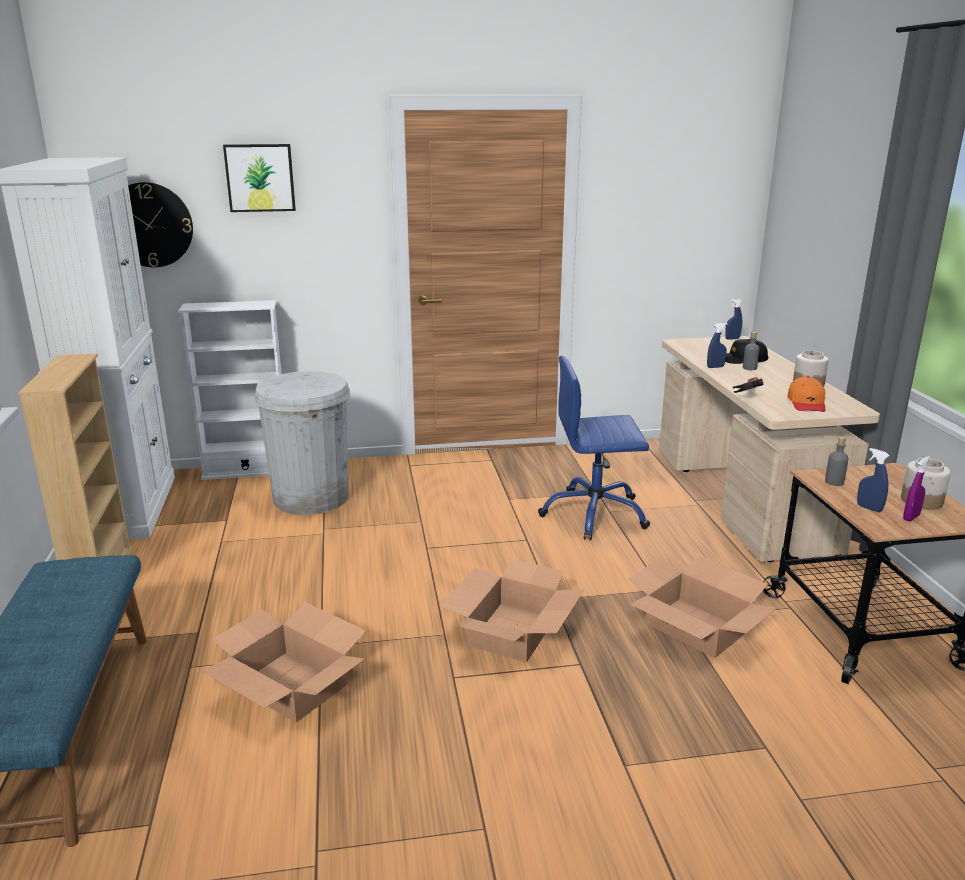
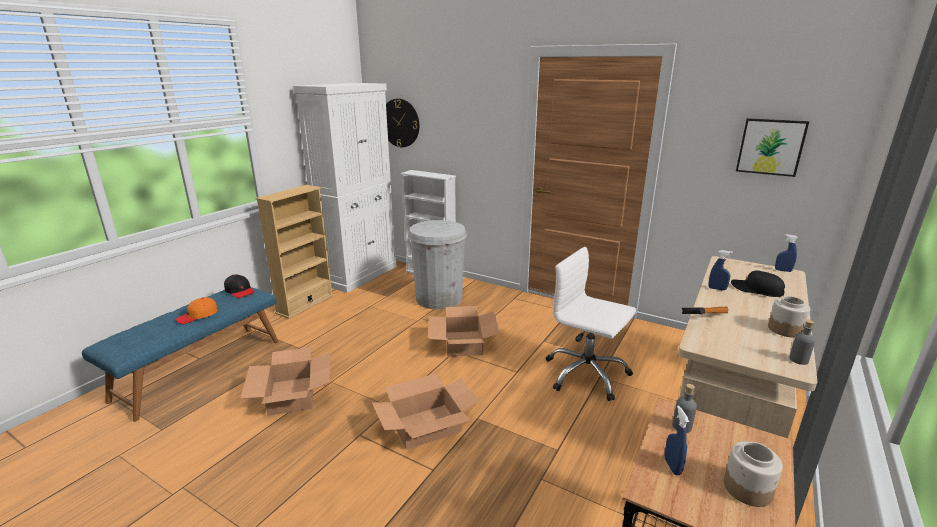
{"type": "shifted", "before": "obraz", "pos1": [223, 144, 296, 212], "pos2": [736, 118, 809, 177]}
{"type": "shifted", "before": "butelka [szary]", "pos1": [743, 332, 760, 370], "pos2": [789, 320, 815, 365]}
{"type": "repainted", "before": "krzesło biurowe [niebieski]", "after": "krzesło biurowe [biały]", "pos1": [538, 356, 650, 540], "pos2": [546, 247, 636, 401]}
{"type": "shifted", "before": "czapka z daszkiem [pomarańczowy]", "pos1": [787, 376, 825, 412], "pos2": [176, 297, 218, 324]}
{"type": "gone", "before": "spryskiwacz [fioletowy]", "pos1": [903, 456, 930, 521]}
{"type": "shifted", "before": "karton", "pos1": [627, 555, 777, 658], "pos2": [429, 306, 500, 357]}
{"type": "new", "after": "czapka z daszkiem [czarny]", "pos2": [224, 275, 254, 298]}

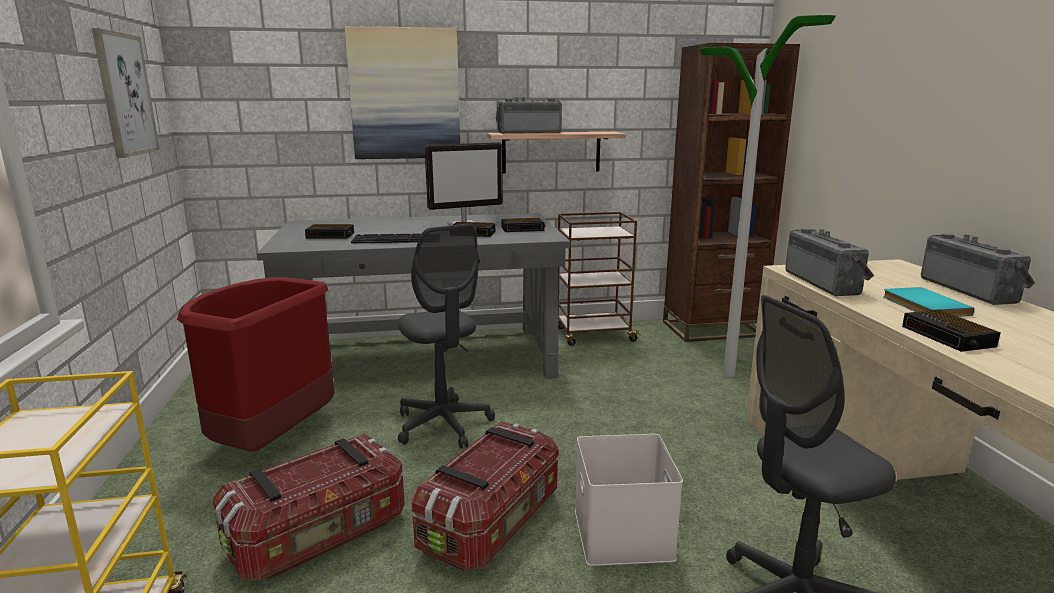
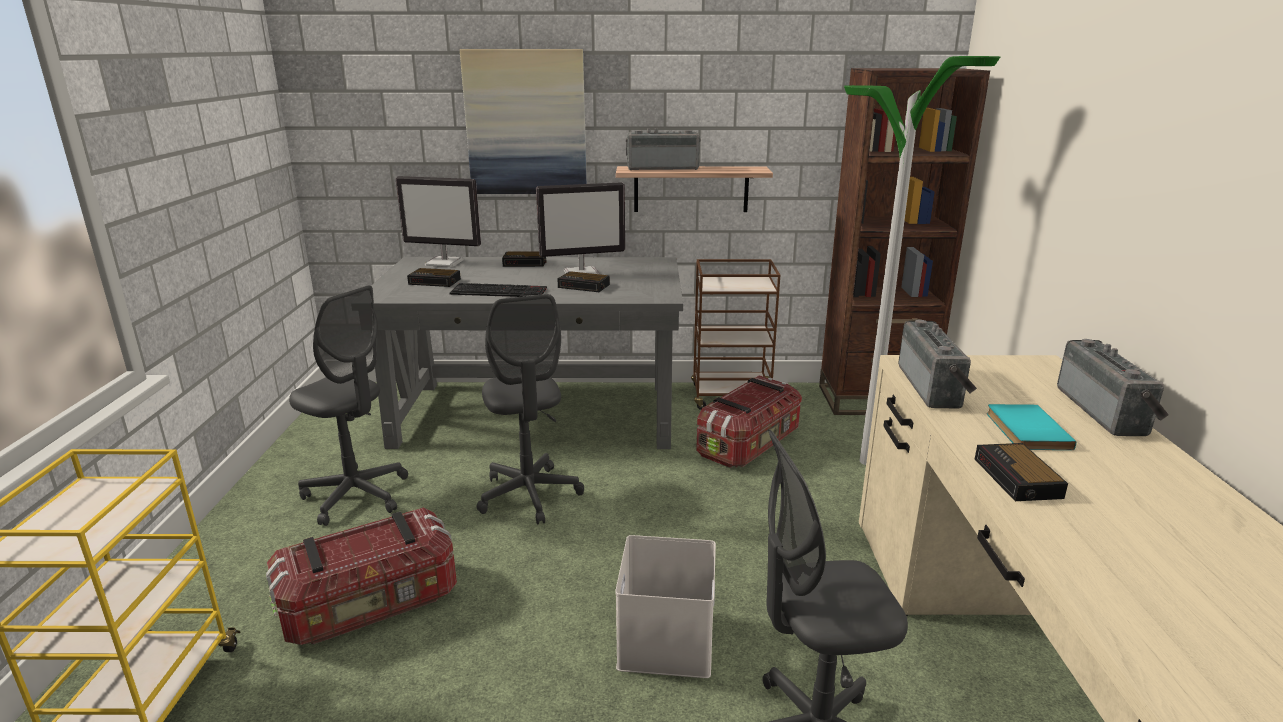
{"type": "gone", "before": "obraz", "pos1": [92, 28, 160, 158]}
{"type": "shifted", "before": "budzik", "pos1": [501, 218, 545, 232], "pos2": [502, 252, 547, 267]}
{"type": "swapped", "before": "kosz na śmieci [czerwony]", "after": "krzesło biurowe [szary]", "pos1": [177, 277, 335, 451], "pos2": [289, 285, 408, 526]}
{"type": "shifted", "before": "pojemnik do przechowywania", "pos1": [412, 421, 559, 571], "pos2": [696, 376, 802, 468]}
{"type": "new", "after": "monitor", "pos2": [396, 176, 481, 267]}

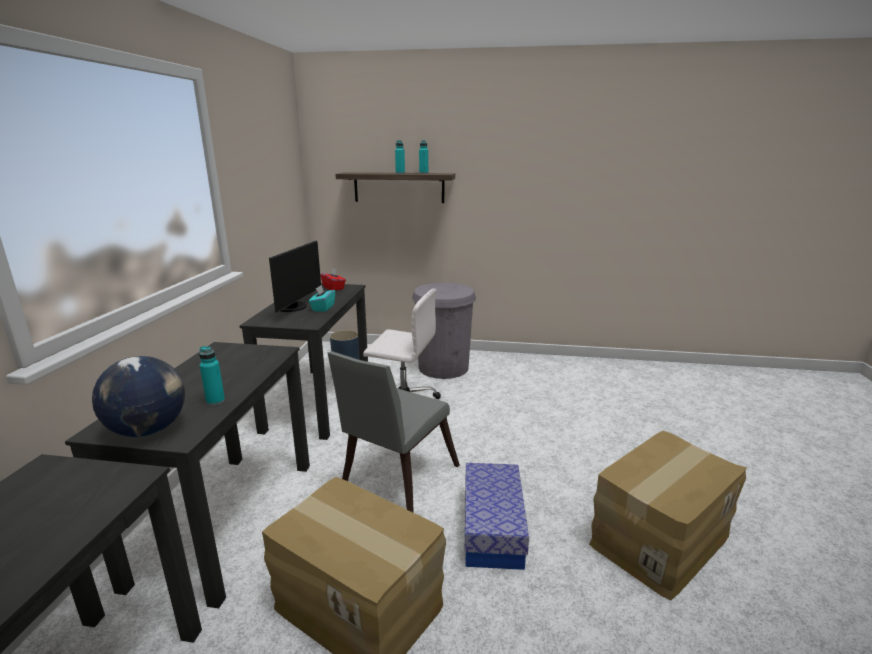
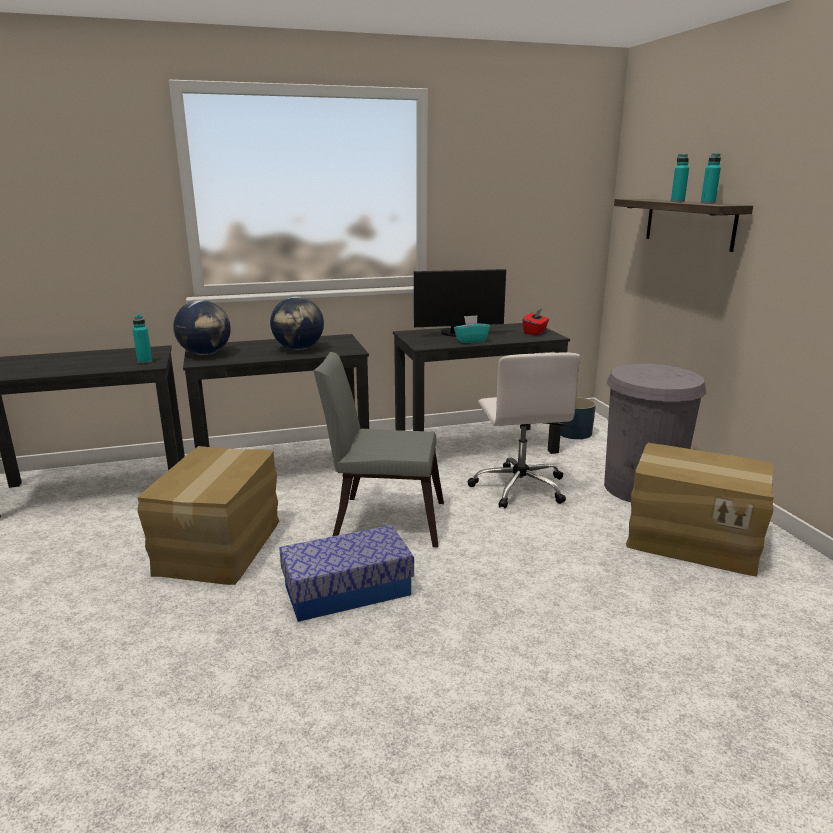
{"type": "shifted", "before": "butelka [turkusowy]", "pos1": [199, 346, 225, 406], "pos2": [133, 314, 152, 363]}
{"type": "shifted", "before": "karton", "pos1": [589, 431, 747, 600], "pos2": [626, 443, 774, 577]}
{"type": "new", "after": "globus", "pos2": [270, 296, 324, 350]}

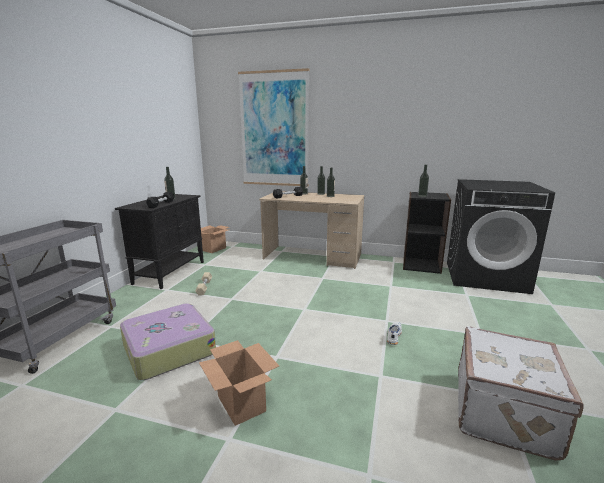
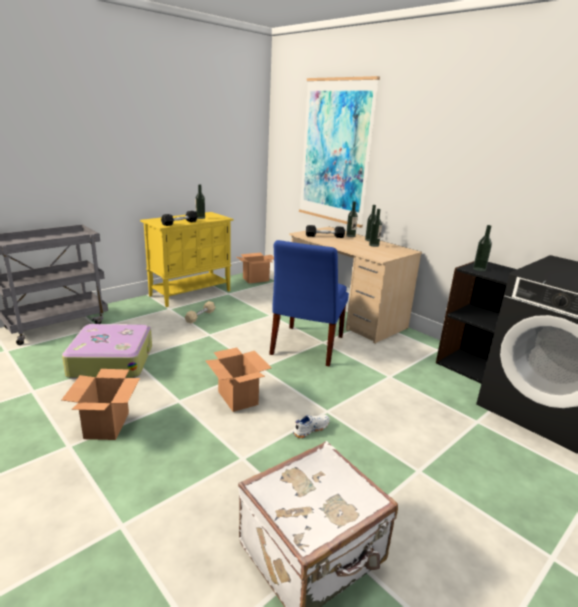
{"type": "repainted", "before": "szafka [czarny]", "after": "szafka [żółty]", "pos1": [115, 194, 204, 289], "pos2": [140, 212, 233, 307]}
{"type": "new", "after": "krzesło [niebieski]", "pos2": [269, 240, 349, 366]}
{"type": "new", "after": "karton", "pos2": [205, 347, 271, 412]}

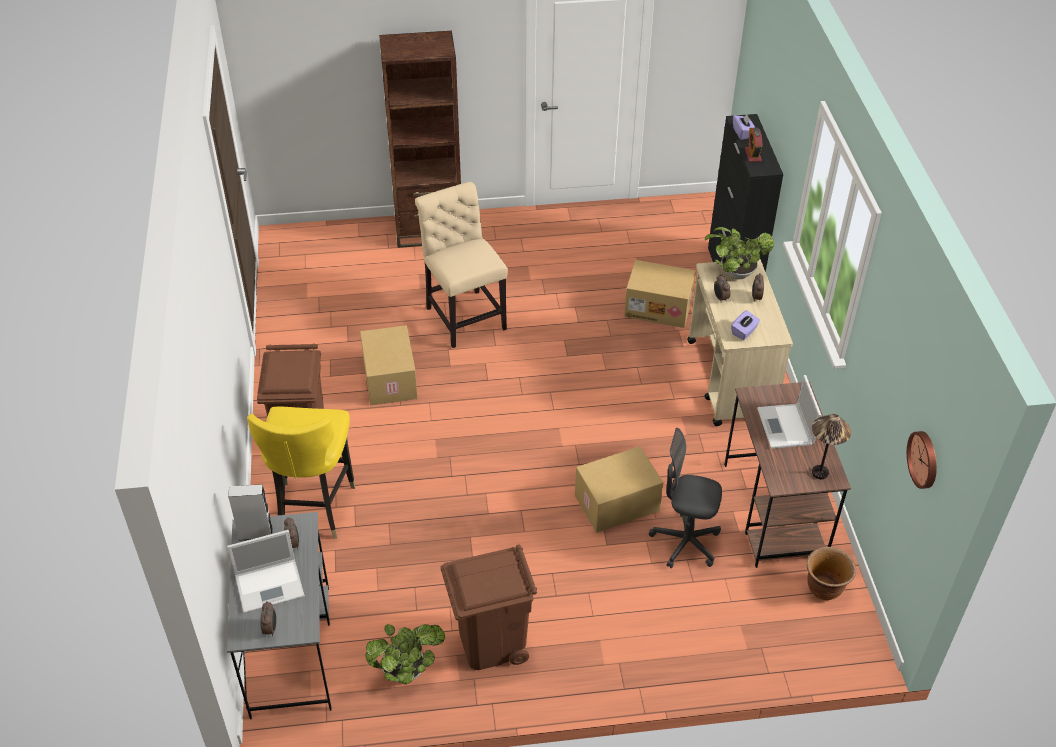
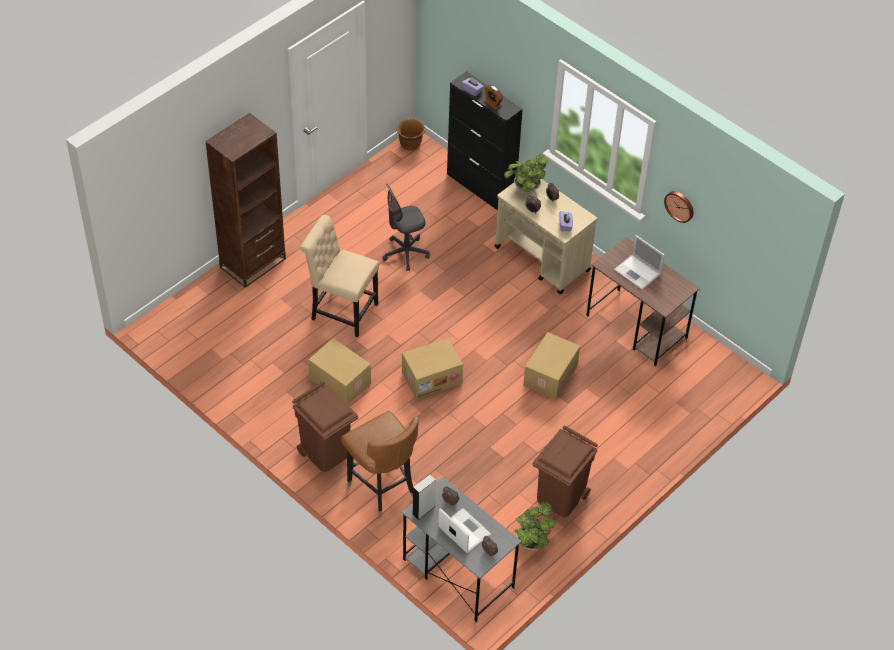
{"type": "shifted", "before": "karton", "pos1": [624, 260, 696, 328], "pos2": [402, 338, 463, 399]}
{"type": "repainted", "before": "krzesło [żółty]", "after": "krzesło [brązowy]", "pos1": [247, 406, 355, 539], "pos2": [341, 411, 419, 518]}
{"type": "gone", "before": "lampa stołowa", "pos1": [812, 414, 851, 479]}
{"type": "shifted", "before": "krzesło biurowe [szary]", "pos1": [649, 428, 722, 568], "pos2": [382, 184, 430, 271]}
{"type": "shifted", "before": "zegar ścienny", "pos1": [907, 431, 937, 489], "pos2": [664, 191, 694, 223]}
{"type": "rotated", "before": "laptop", "pos1": [227, 530, 305, 613], "pos2": [438, 508, 491, 553], "turn": -75}
{"type": "shifted", "before": "donica [brązowy]", "pos1": [806, 547, 856, 600], "pos2": [396, 118, 426, 151]}

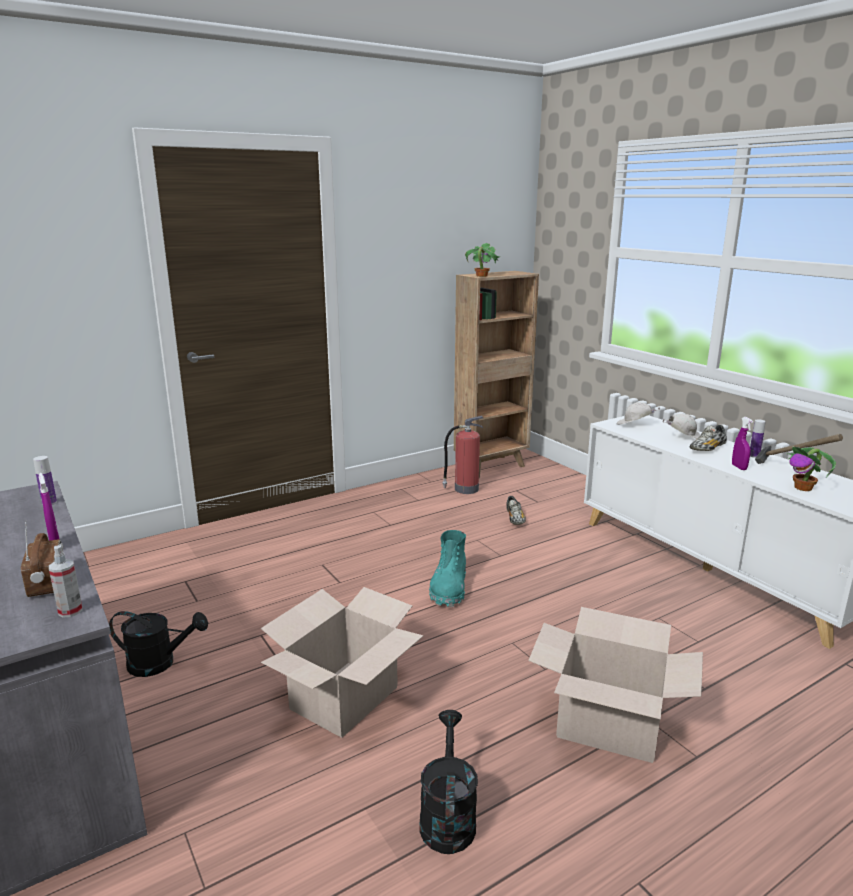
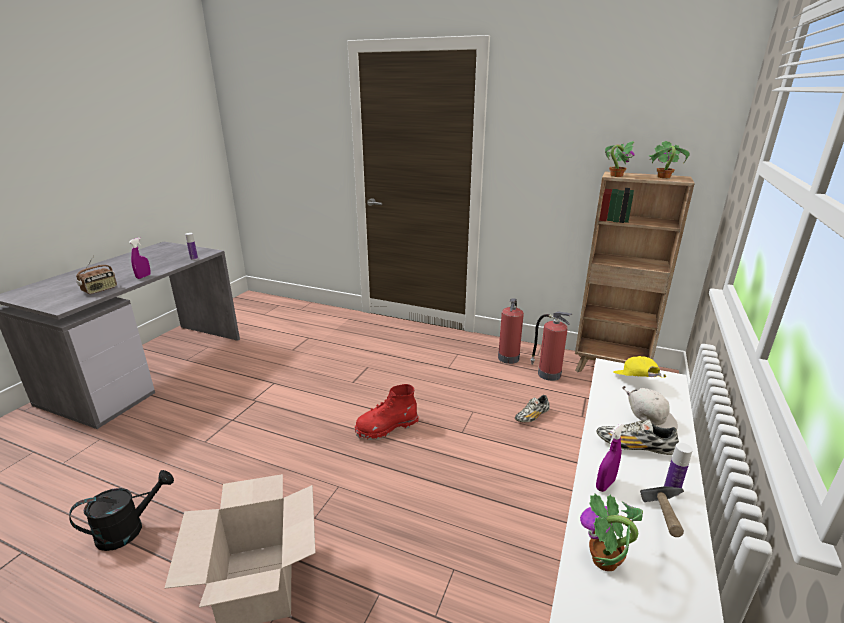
{"type": "repainted", "before": "czapka z daszkiem [biały]", "after": "czapka z daszkiem [żółty]", "pos1": [617, 402, 660, 425], "pos2": [613, 356, 666, 378]}
{"type": "repainted", "before": "but z cholewką [turkusowy]", "after": "but z cholewką [czerwony]", "pos1": [429, 530, 466, 607], "pos2": [355, 384, 419, 440]}
{"type": "gone", "before": "spryskiwacz", "pos1": [49, 545, 83, 618]}
{"type": "gone", "before": "karton", "pos1": [261, 587, 423, 738]}
{"type": "gone", "before": "konewka [czarny]", "pos1": [109, 611, 208, 677]}
{"type": "new", "after": "roślina doniczkowa", "pos2": [648, 141, 690, 178]}
{"type": "new", "after": "gaśnica", "pos2": [498, 298, 524, 364]}

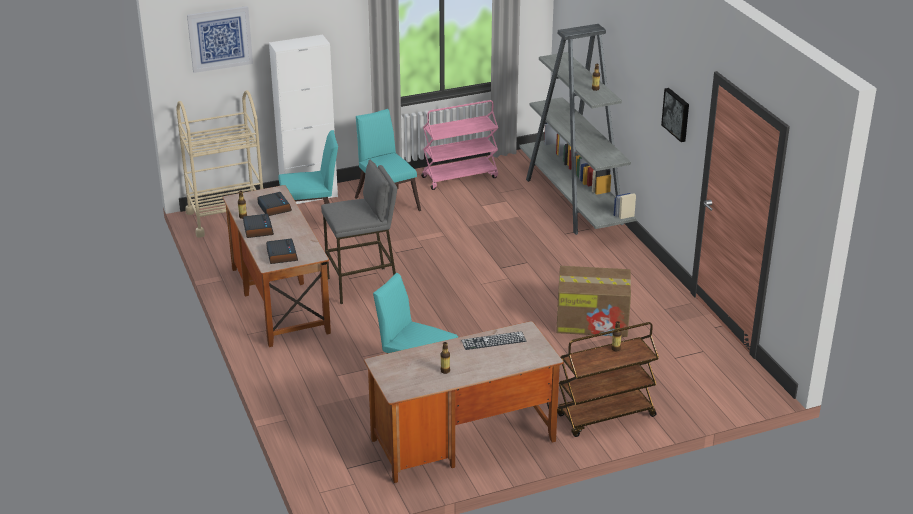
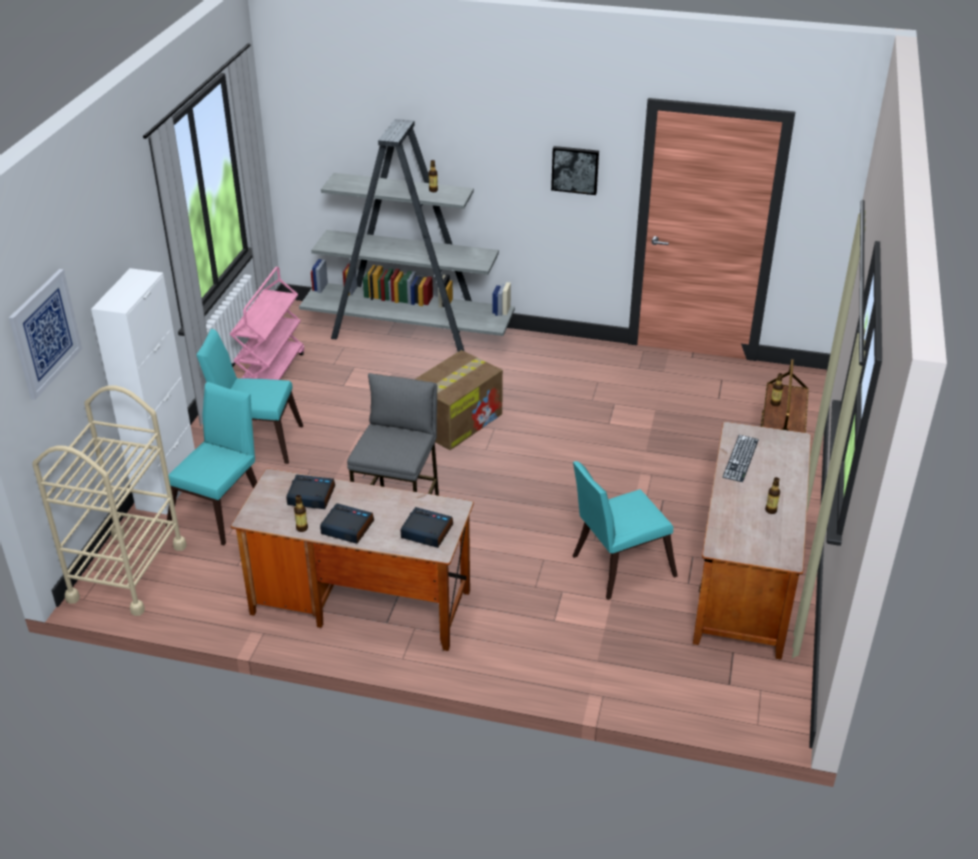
{"type": "shifted", "before": "karton", "pos1": [556, 266, 631, 337], "pos2": [414, 350, 503, 450]}

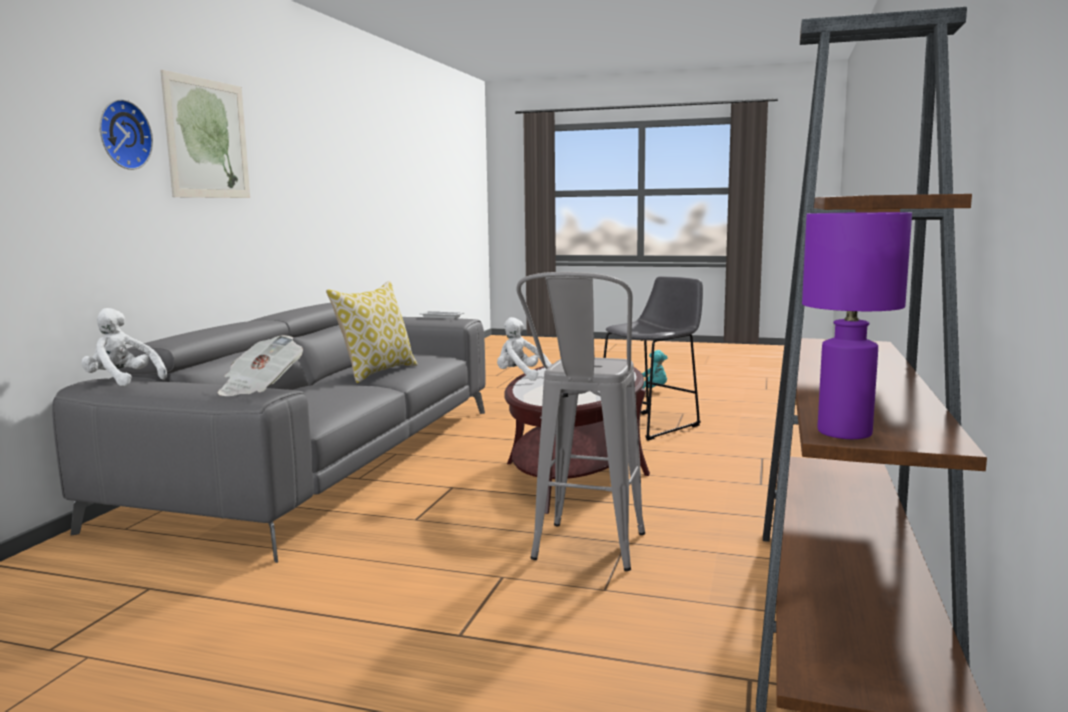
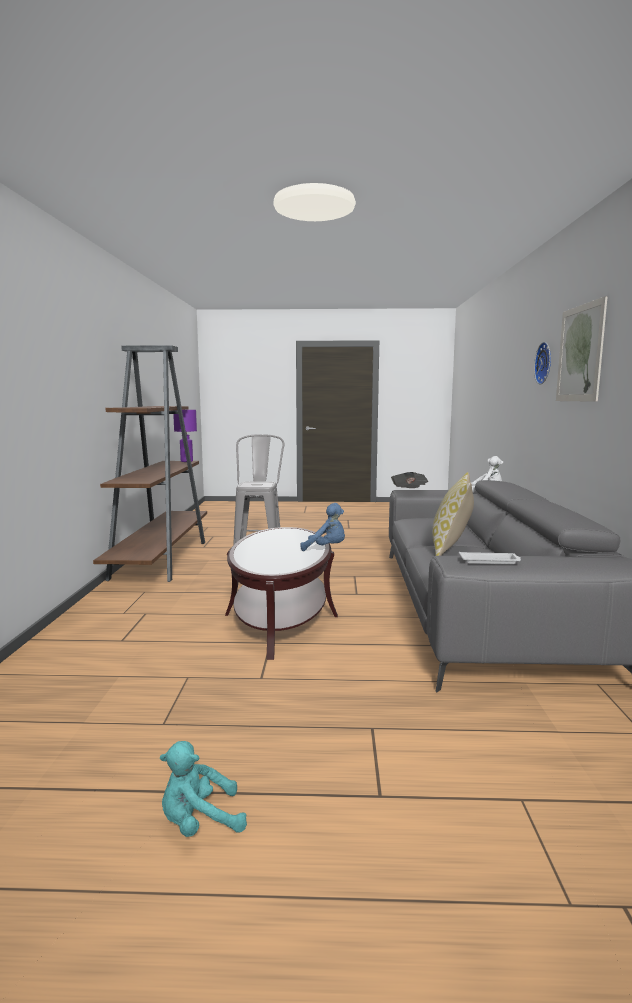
{"type": "gone", "before": "stołek [szary]", "pos1": [603, 276, 703, 441]}
{"type": "repainted", "before": "pluszak [biały]", "after": "pluszak [niebieski]", "pos1": [497, 317, 552, 381], "pos2": [301, 503, 345, 551]}

